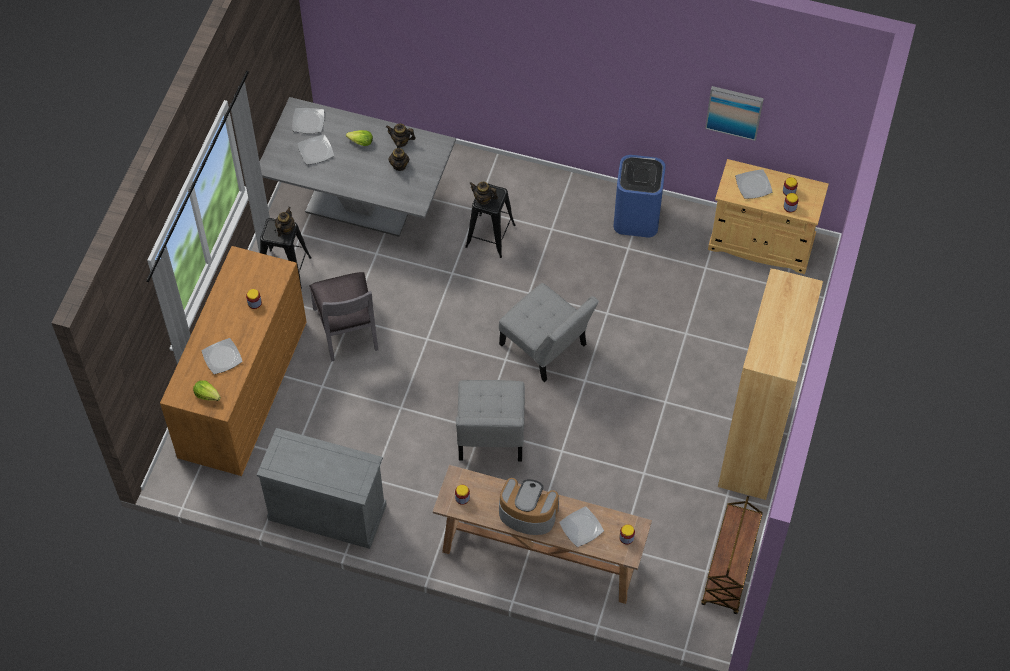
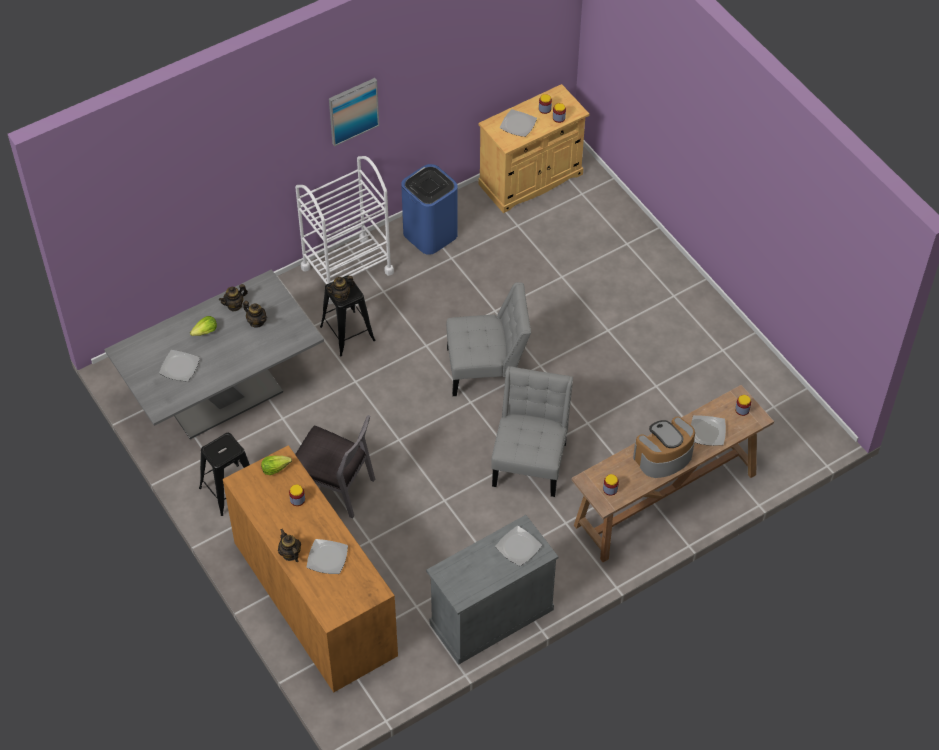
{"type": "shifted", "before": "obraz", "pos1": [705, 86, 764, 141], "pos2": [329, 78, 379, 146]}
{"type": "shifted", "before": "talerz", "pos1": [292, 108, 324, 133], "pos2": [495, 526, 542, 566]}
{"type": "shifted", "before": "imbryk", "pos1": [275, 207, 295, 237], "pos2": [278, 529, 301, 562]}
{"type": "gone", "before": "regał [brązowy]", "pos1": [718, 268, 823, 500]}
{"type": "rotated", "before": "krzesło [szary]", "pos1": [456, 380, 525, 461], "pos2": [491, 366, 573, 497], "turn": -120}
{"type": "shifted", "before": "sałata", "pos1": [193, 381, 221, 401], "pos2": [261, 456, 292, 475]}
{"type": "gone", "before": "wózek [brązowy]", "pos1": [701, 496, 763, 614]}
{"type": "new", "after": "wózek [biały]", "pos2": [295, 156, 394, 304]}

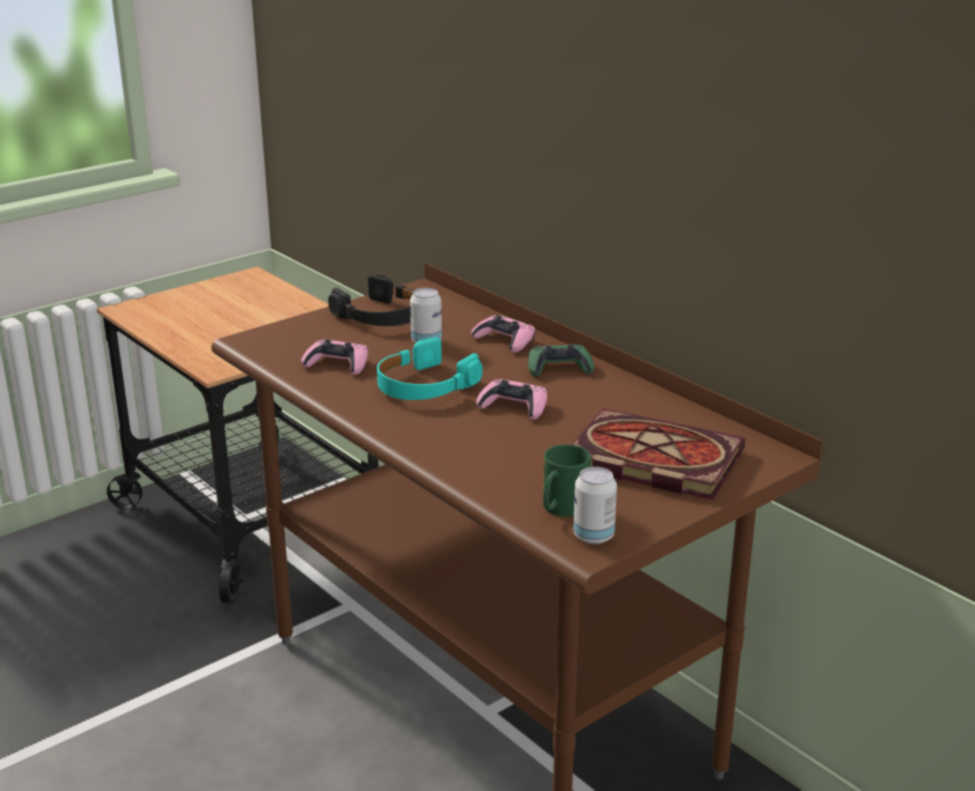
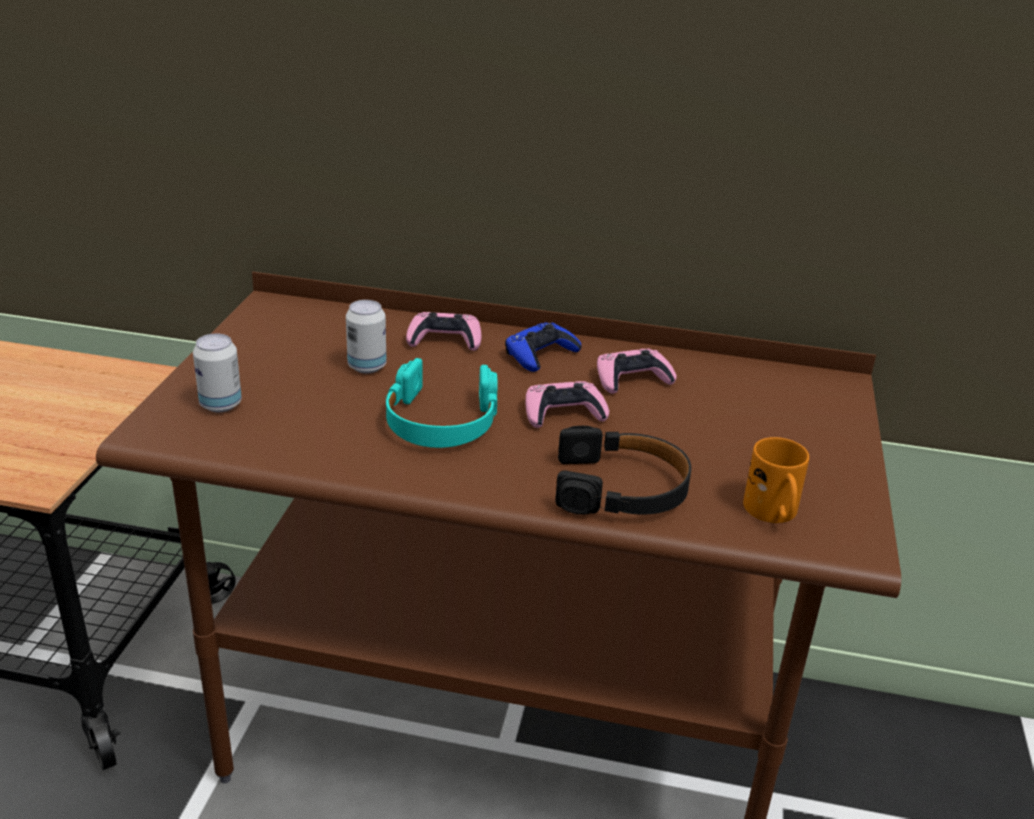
{"type": "shifted", "before": "słuchawki [czarny]", "pos1": [328, 275, 414, 326], "pos2": [555, 426, 691, 515]}
{"type": "shifted", "before": "pad do gier [różowy]", "pos1": [301, 339, 368, 375], "pos2": [597, 348, 677, 394]}
{"type": "repainted", "before": "pad do gier [zielony]", "after": "pad do gier [niebieski]", "pos1": [528, 344, 594, 377], "pos2": [505, 322, 581, 372]}
{"type": "gone", "before": "książka", "pos1": [572, 408, 745, 499]}
{"type": "repainted", "before": "kubek [zielony]", "after": "kubek [pomarańczowy]", "pos1": [543, 444, 591, 517], "pos2": [743, 437, 809, 523]}
{"type": "shifted", "before": "puszka", "pos1": [573, 467, 617, 544], "pos2": [193, 334, 242, 412]}

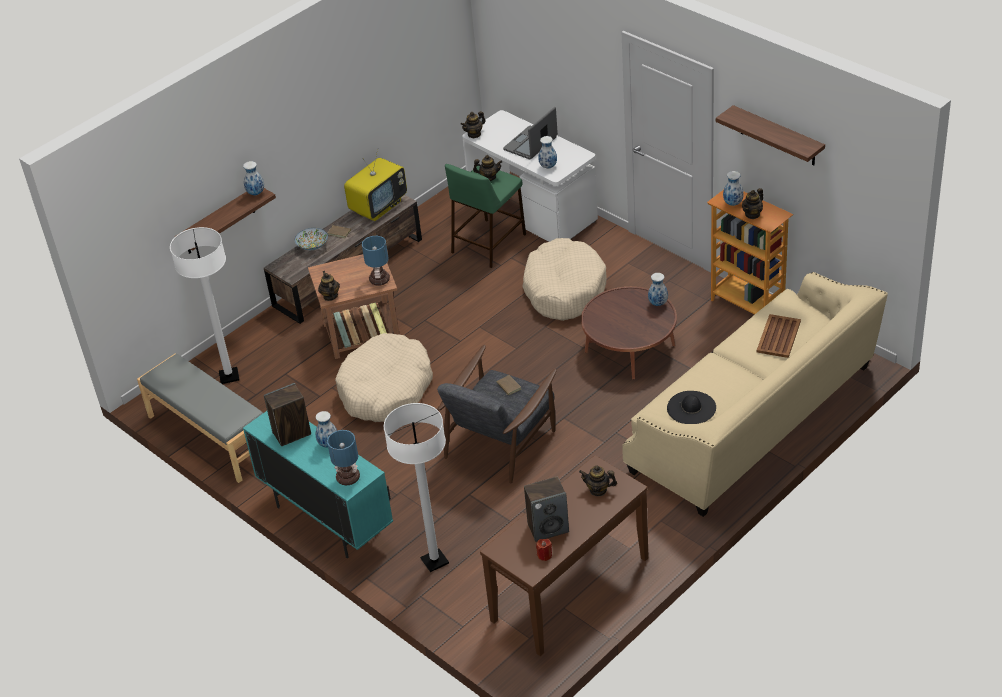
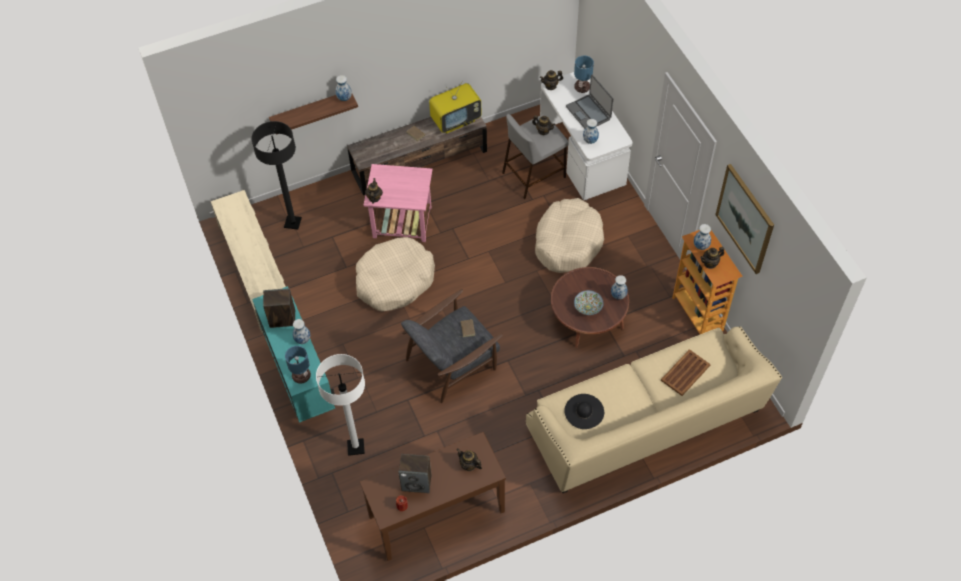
{"type": "swapped", "before": "półka", "after": "obraz", "pos1": [716, 105, 825, 165], "pos2": [715, 164, 774, 274]}
{"type": "rotated", "before": "laptop", "pos1": [503, 107, 558, 160], "pos2": [566, 75, 613, 129], "turn": -90}
{"type": "repainted", "before": "stołek [zielony]", "after": "stołek [szary]", "pos1": [445, 164, 526, 268], "pos2": [502, 114, 568, 199]}
{"type": "repainted", "before": "lampa stojąca [biały]", "after": "lampa stojąca [czarny]", "pos1": [170, 227, 240, 384], "pos2": [251, 121, 302, 230]}
{"type": "shifted", "before": "miska", "pos1": [295, 228, 328, 250], "pos2": [574, 290, 604, 315]}
{"type": "shifted", "before": "lampa stołowa", "pos1": [362, 236, 390, 286], "pos2": [574, 56, 594, 93]}
{"type": "repainted", "before": "stolik [brązowy]", "after": "stolik [różowy]", "pos1": [308, 254, 400, 359], "pos2": [363, 164, 432, 242]}
{"type": "swapped", "before": "ławka [szary]", "after": "szafka pod telewizor [beżowy]", "pos1": [137, 354, 263, 483], "pos2": [211, 190, 286, 333]}

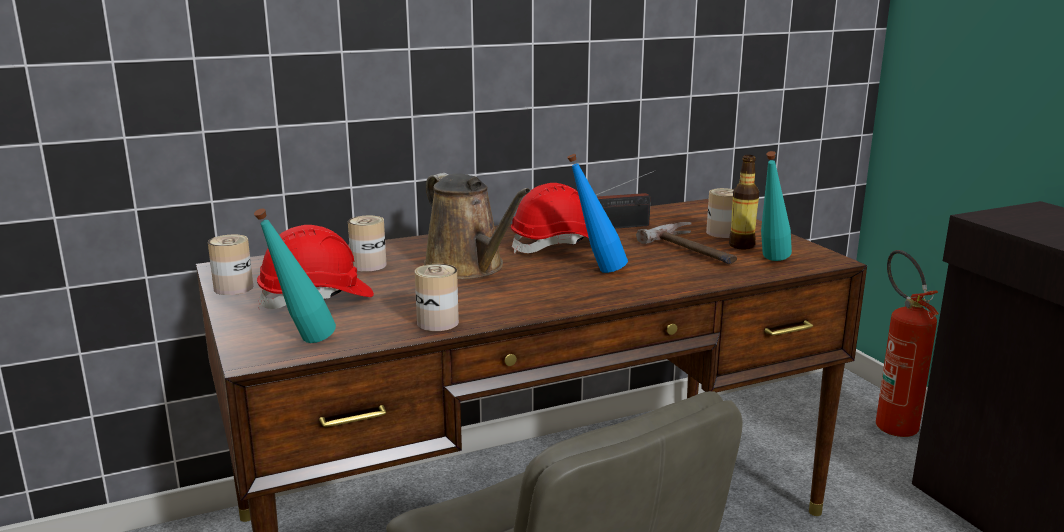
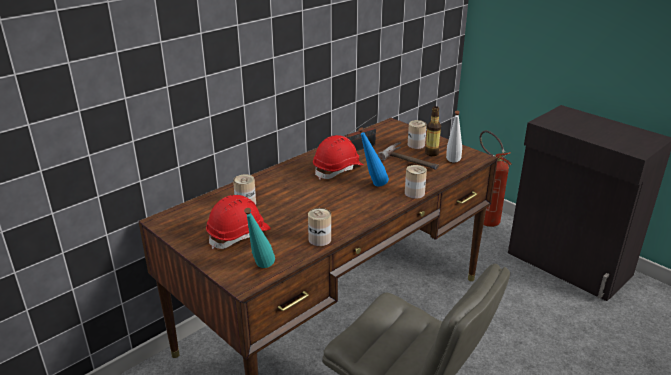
{"type": "repainted", "before": "butelka [turkusowy]", "after": "butelka [biały]", "pos1": [761, 151, 792, 261], "pos2": [446, 111, 462, 162]}
{"type": "gone", "before": "konewka [brązowy]", "pos1": [424, 173, 531, 279]}
{"type": "shifted", "before": "puszka", "pos1": [208, 235, 253, 295], "pos2": [405, 165, 427, 199]}

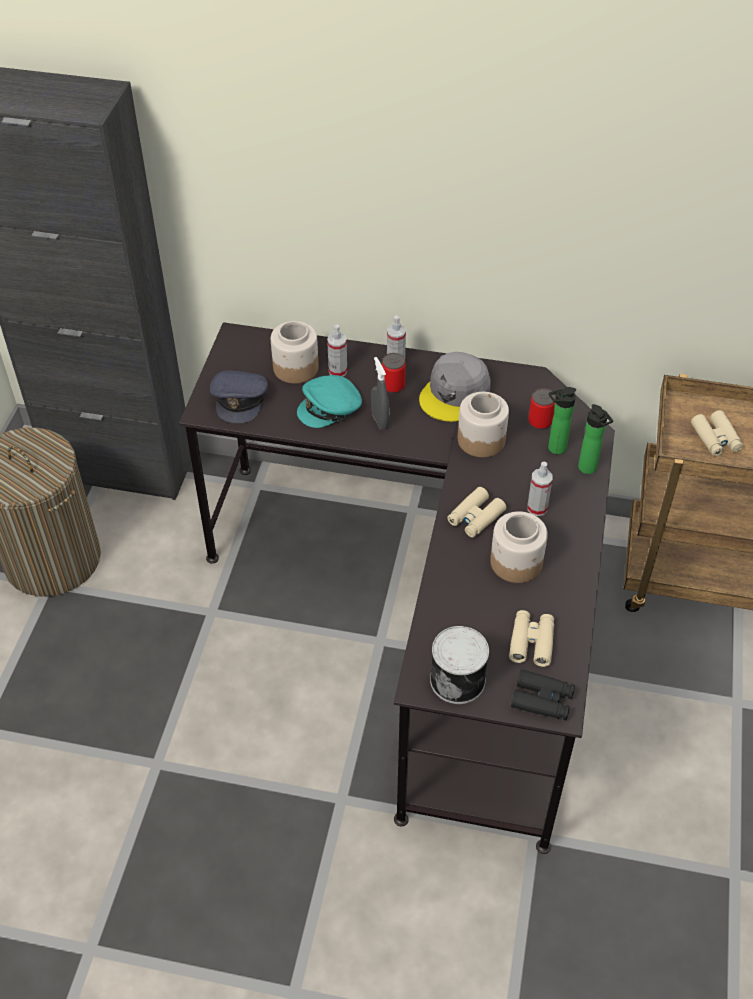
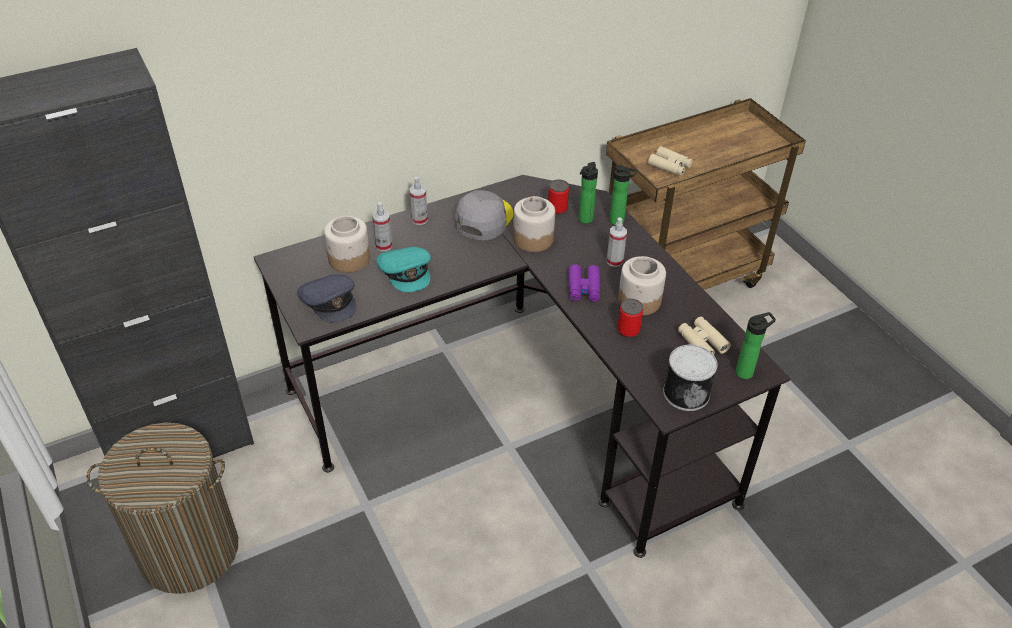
{"type": "rotated", "before": "czapka z daszkiem [szary]", "pos1": [419, 352, 491, 422], "pos2": [455, 190, 513, 240], "turn": -150}
{"type": "shifted", "before": "puszka", "pos1": [382, 353, 406, 394], "pos2": [617, 299, 643, 338]}
{"type": "gone", "before": "spryskiwacz [szary]", "pos1": [371, 357, 390, 430]}
{"type": "rotated", "before": "czapka z daszkiem [turkusowy]", "pos1": [297, 375, 362, 428], "pos2": [376, 247, 431, 292], "turn": -45}
{"type": "repainted", "before": "lornetka [beżowy]", "after": "lornetka [fioletowy]", "pos1": [447, 487, 506, 538], "pos2": [568, 264, 600, 302]}
{"type": "swapped", "before": "lornetka [czarny]", "after": "butelka", "pos1": [511, 669, 575, 720], "pos2": [736, 312, 776, 379]}

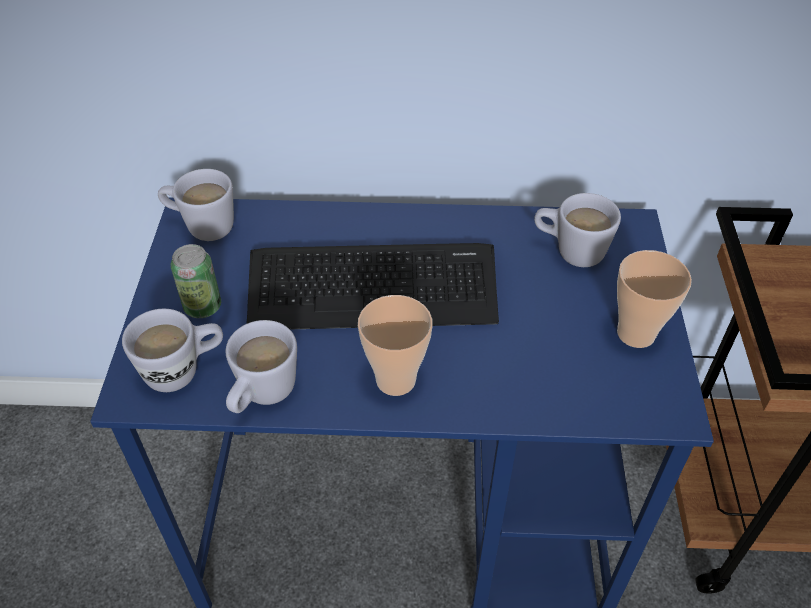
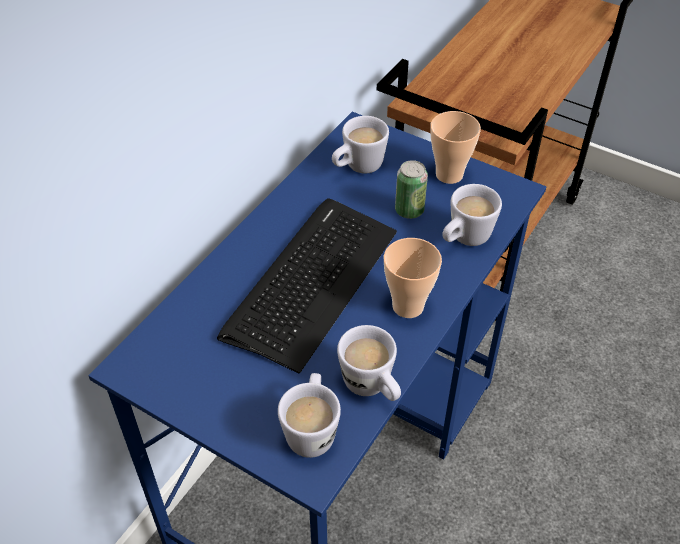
{"type": "shifted", "before": "kubek [biały]", "pos1": [158, 169, 234, 241], "pos2": [442, 184, 502, 246]}
{"type": "shifted", "before": "puszka", "pos1": [171, 244, 221, 318], "pos2": [395, 160, 428, 219]}

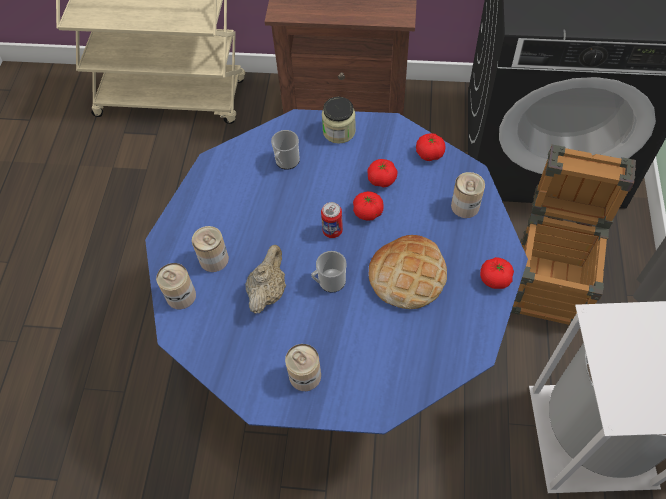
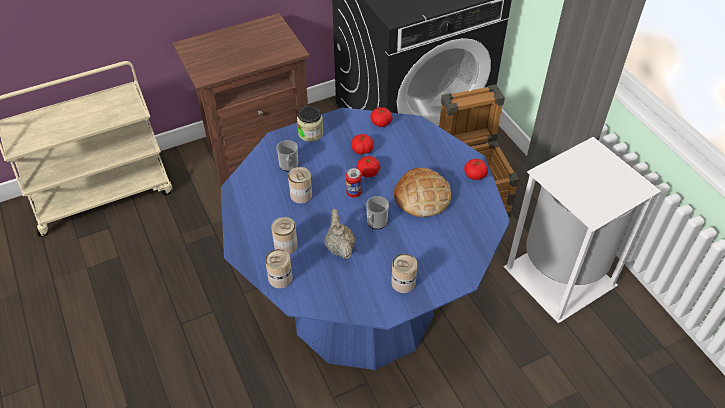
{"type": "shifted", "before": "puszka", "pos1": [451, 172, 485, 218], "pos2": [288, 167, 312, 203]}

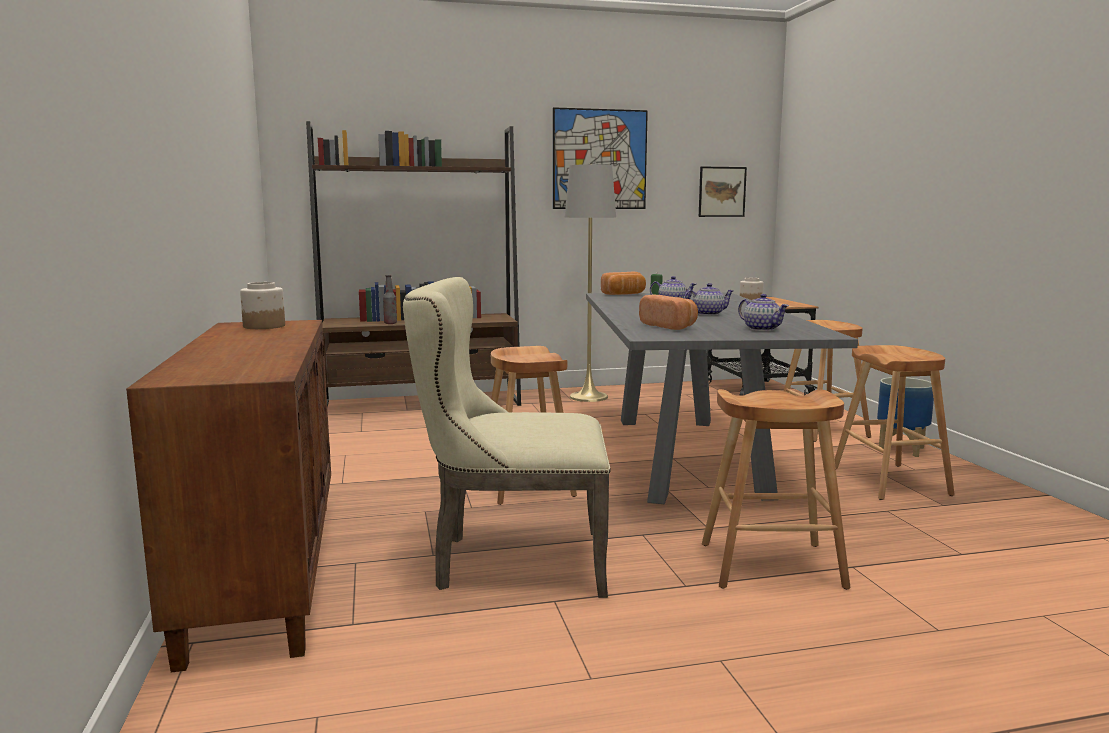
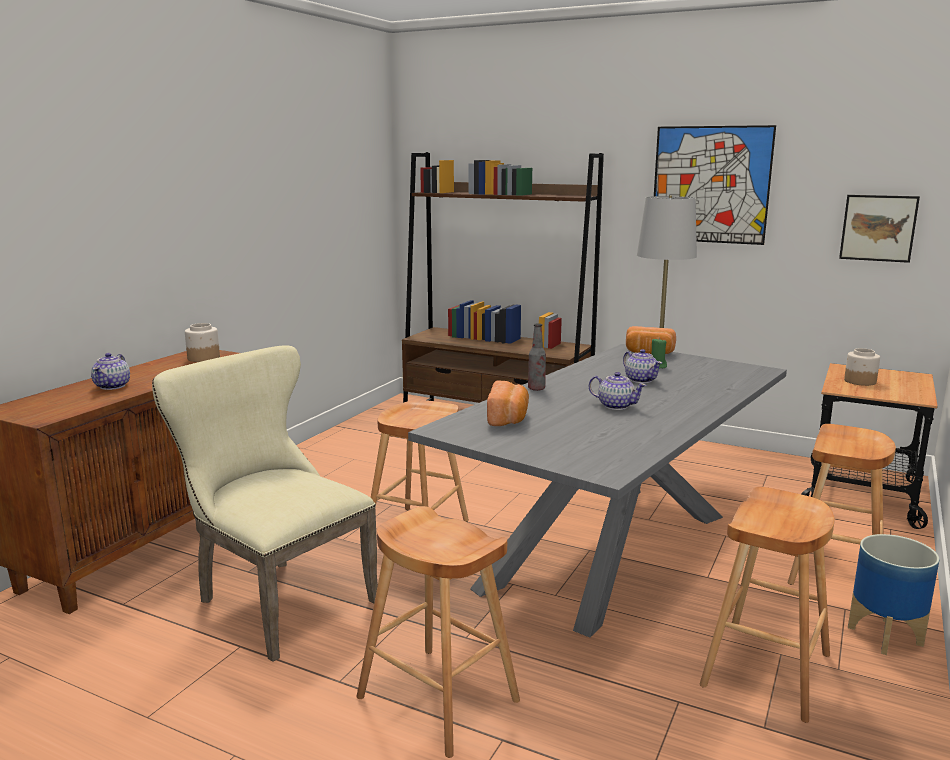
{"type": "shifted", "before": "butelka", "pos1": [383, 275, 397, 324], "pos2": [528, 323, 546, 391]}
{"type": "shifted", "before": "imbryk", "pos1": [738, 294, 789, 331], "pos2": [91, 353, 130, 390]}

